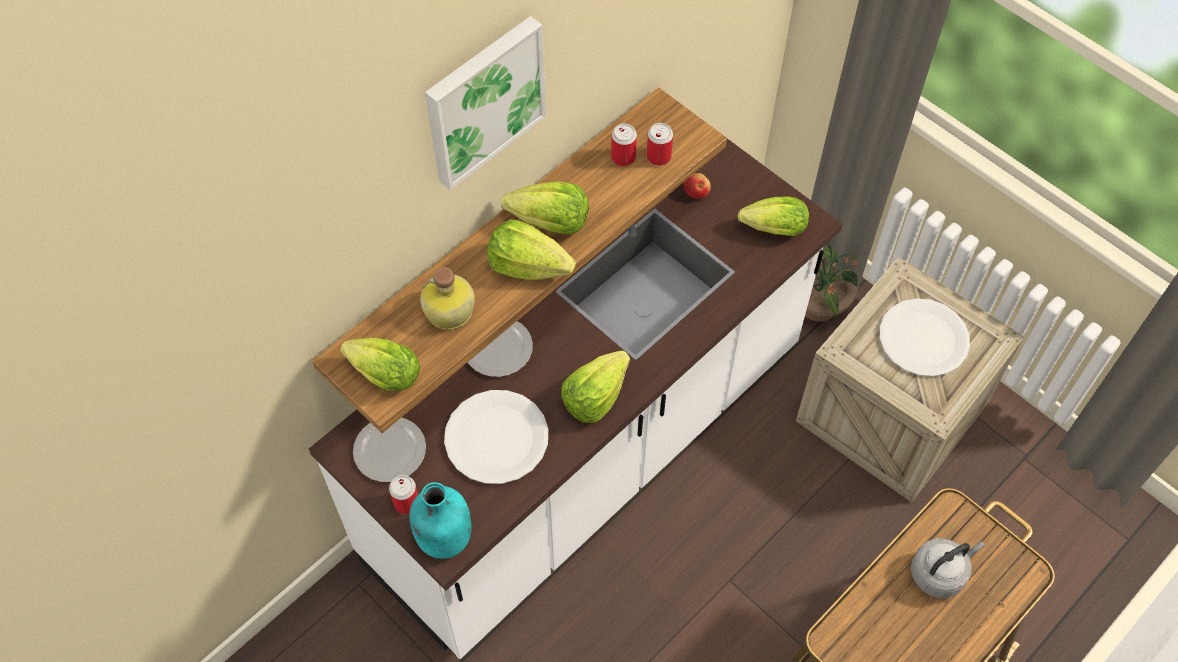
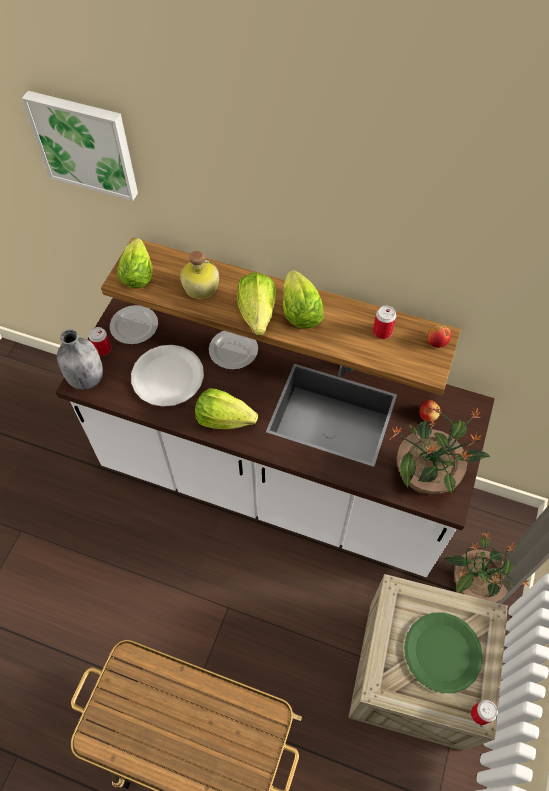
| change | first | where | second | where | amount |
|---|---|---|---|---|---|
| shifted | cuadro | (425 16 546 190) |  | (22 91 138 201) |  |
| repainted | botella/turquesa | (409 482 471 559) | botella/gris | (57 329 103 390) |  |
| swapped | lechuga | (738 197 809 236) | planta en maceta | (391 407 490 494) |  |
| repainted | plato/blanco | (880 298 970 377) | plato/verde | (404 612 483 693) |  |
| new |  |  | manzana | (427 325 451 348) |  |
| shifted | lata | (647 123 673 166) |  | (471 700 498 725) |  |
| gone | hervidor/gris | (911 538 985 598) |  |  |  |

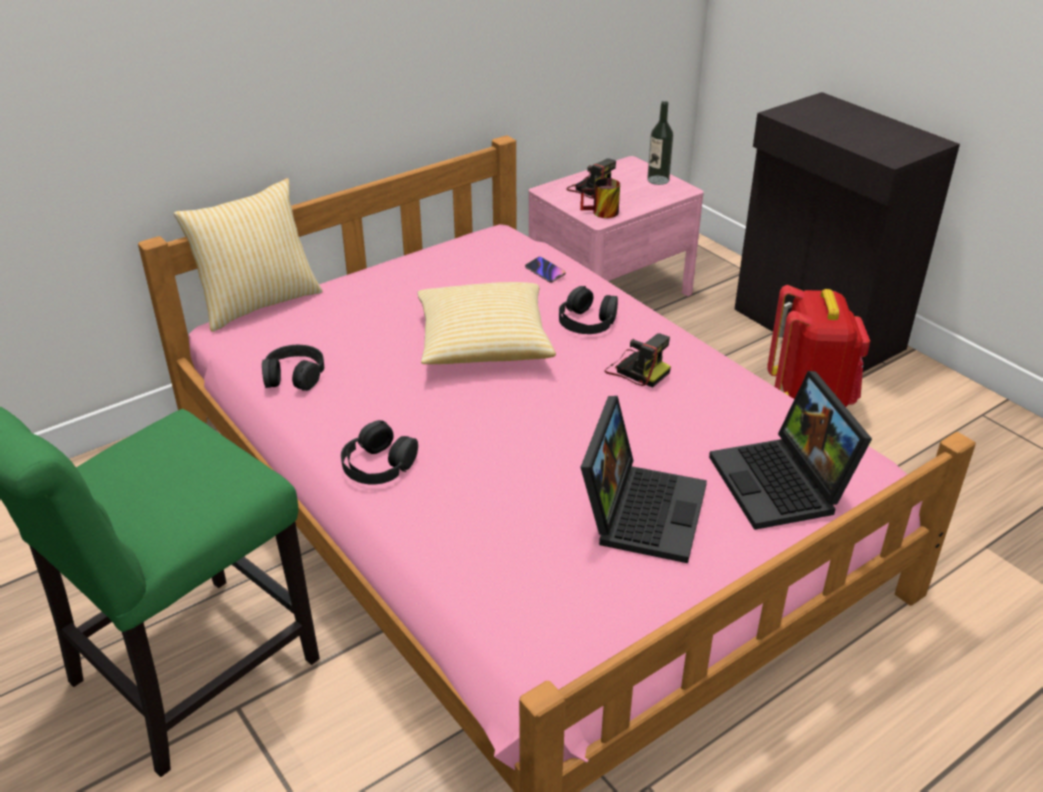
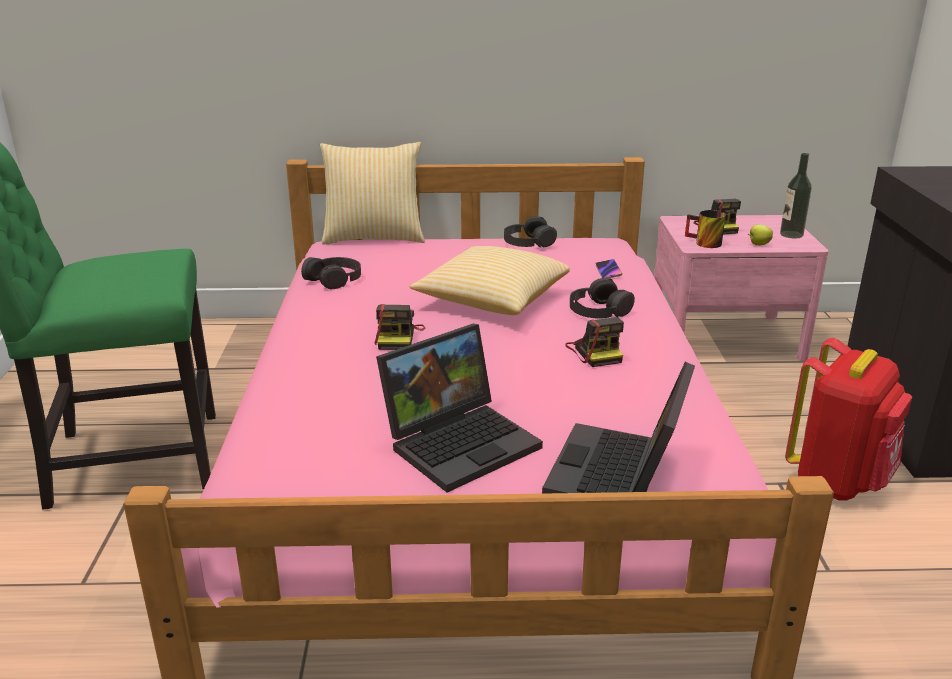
| change | first | where | second | where | amount |
|---|---|---|---|---|---|
| new |  |  | cámara | (375 304 425 350) |  |
| shifted | auriculares/negro | (341 420 418 485) |  | (504 216 557 248) |  |
| new |  |  | manzana | (748 224 773 246) |  |

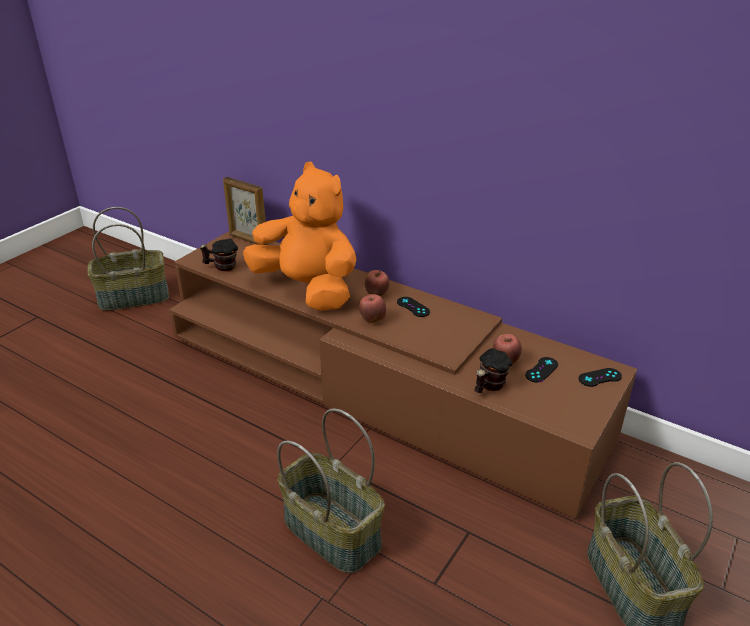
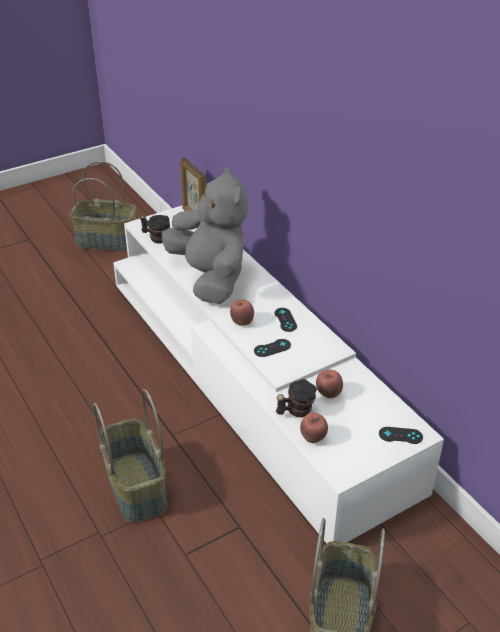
| change | first | where | second | where | amount |
|---|---|---|---|---|---|
| repainted | mueble de televisión/marrón | (169 231 637 519) | mueble de televisión/blanco | (113 206 444 543) |  |
| repainted | peluche/naranja | (243 162 356 311) | peluche/gris | (162 167 248 304) |  |
| shifted | mando de consola/negro | (525 357 558 383) |  | (254 339 291 357) |  |
| shifted | manzana | (365 270 389 297) |  | (300 413 328 443) |  |

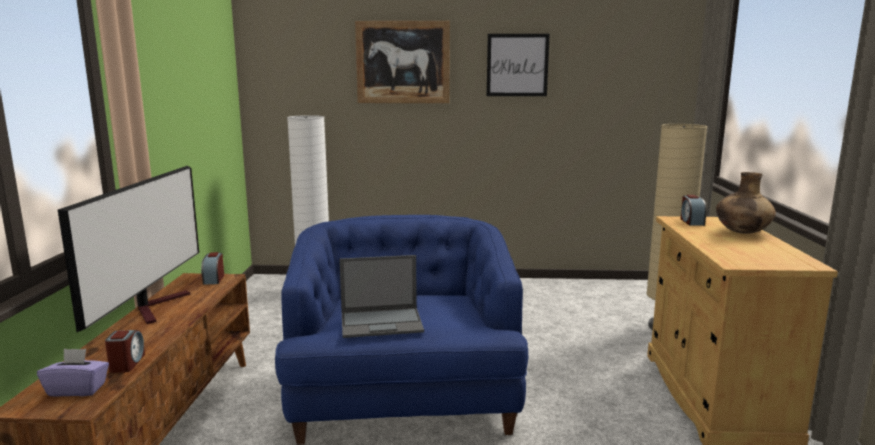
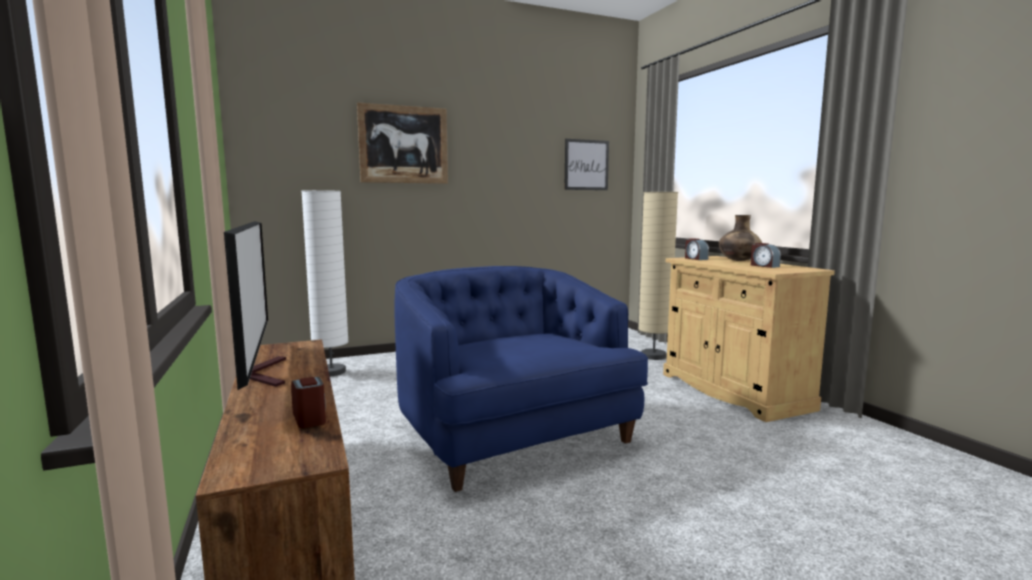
| change | first | where | second | where | amount |
|---|---|---|---|---|---|
| shifted | cuadro | (486 34 550 96) |  | (564 139 609 190) |  |
| shifted | despertador | (201 252 224 285) |  | (751 243 781 268) |  |
| gone | caja de pañuelos/morado | (37 349 109 397) |  |  |  |
| gone | portátil | (339 255 424 338) |  |  |  |

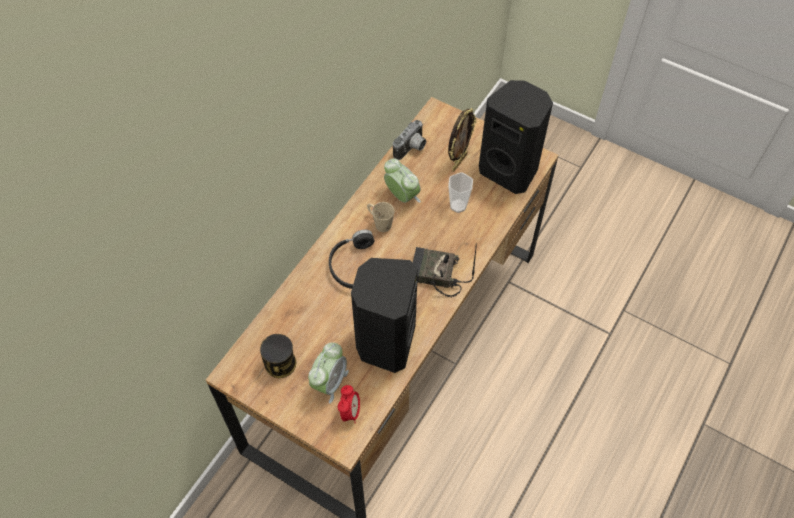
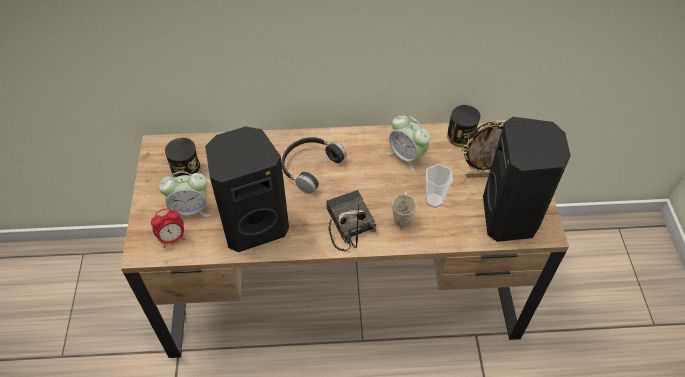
| change | first | where | second | where | amount |
|---|---|---|---|---|---|
| rotated | despertador | (384 158 421 203) |  | (387 116 431 172) | 120 degrees clockwise |
| shifted | taza grande/beis | (367 202 394 232) |  | (392 192 417 228) |  |
| swapped | cámara | (393 120 426 160) | lata | (447 105 481 147) |  |

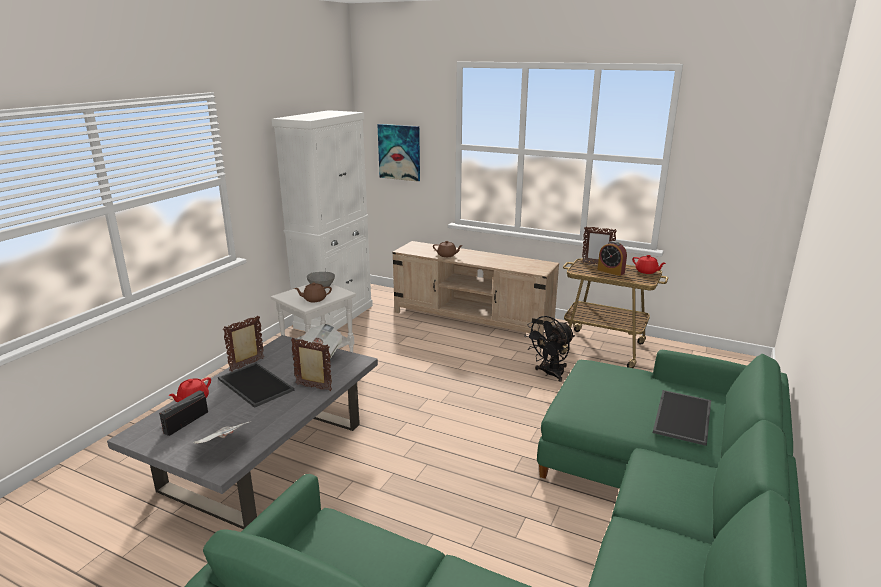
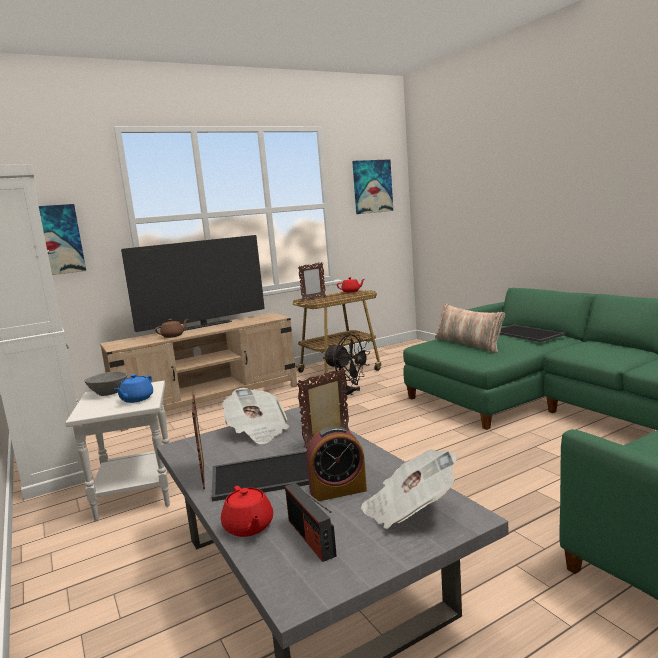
| change | first | where | second | where | amount |
|---|---|---|---|---|---|
| repainted | tetera/marrón | (294 282 332 302) | tetera/azul | (115 374 153 403) |  |
| new |  |  | televisor | (121 235 265 332) |  |
| shifted | despertador | (598 241 627 276) |  | (306 426 367 502) |  |
| rotated | ventilador/negro | (524 316 575 382) |  | (323 334 370 395) | 45 degrees counterclockwise |
| new |  |  | cuadro | (352 159 393 214) |  |
| new |  |  | cojín | (435 303 505 353) |  |

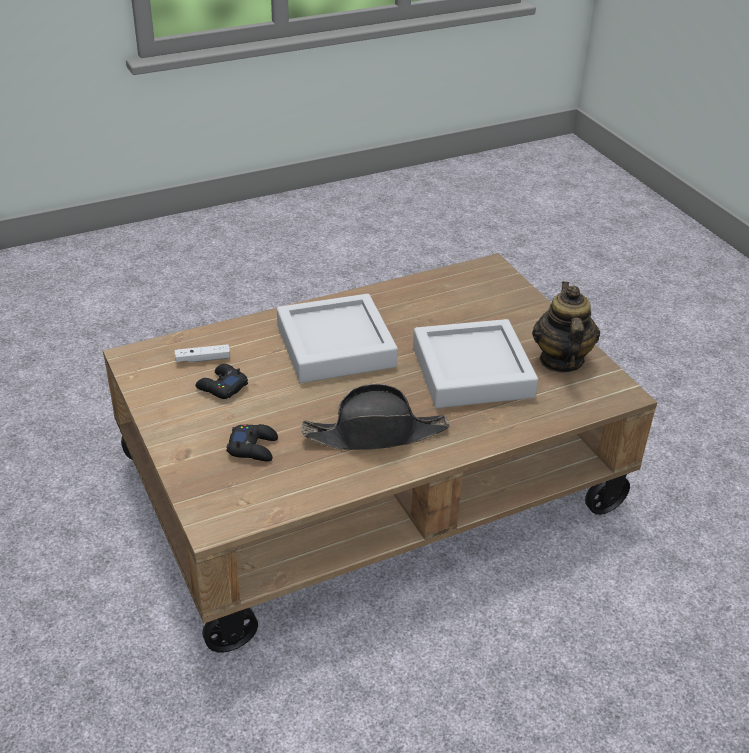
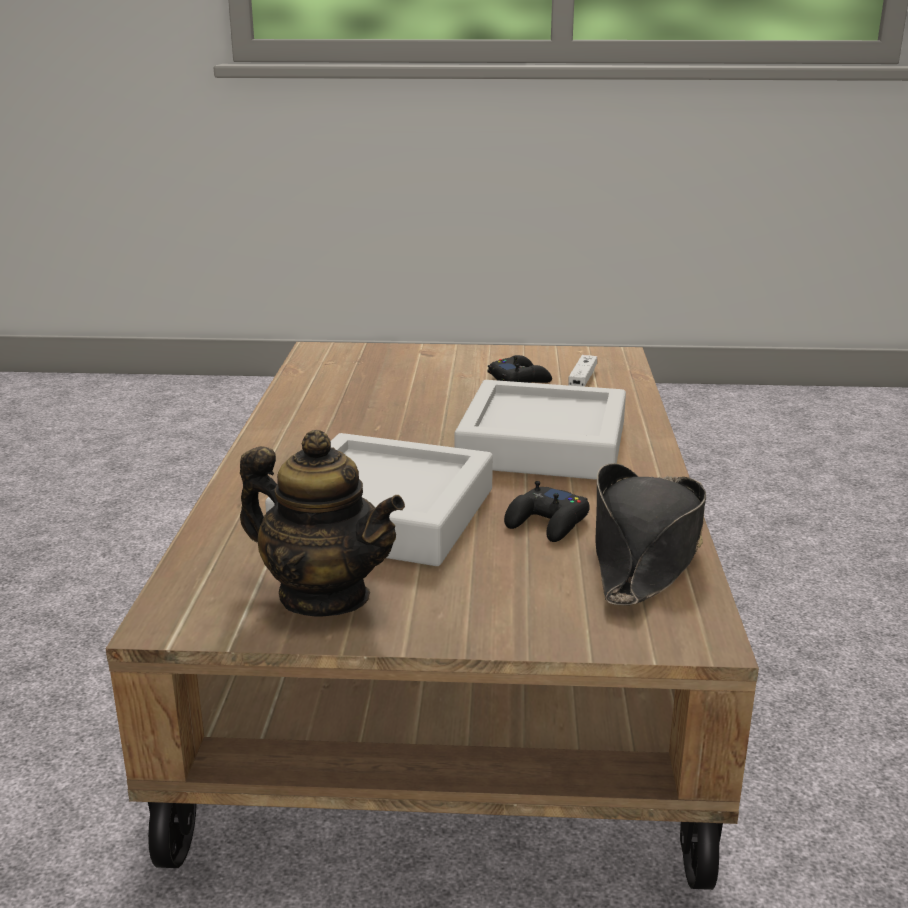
| change | first | where | second | where | amount |
|---|---|---|---|---|---|
| shifted | mando de consola/negro | (226 424 278 462) |  | (504 481 590 542) |  |
| shifted | sombrero/negro | (301 384 450 450) |  | (595 463 706 605) |  |

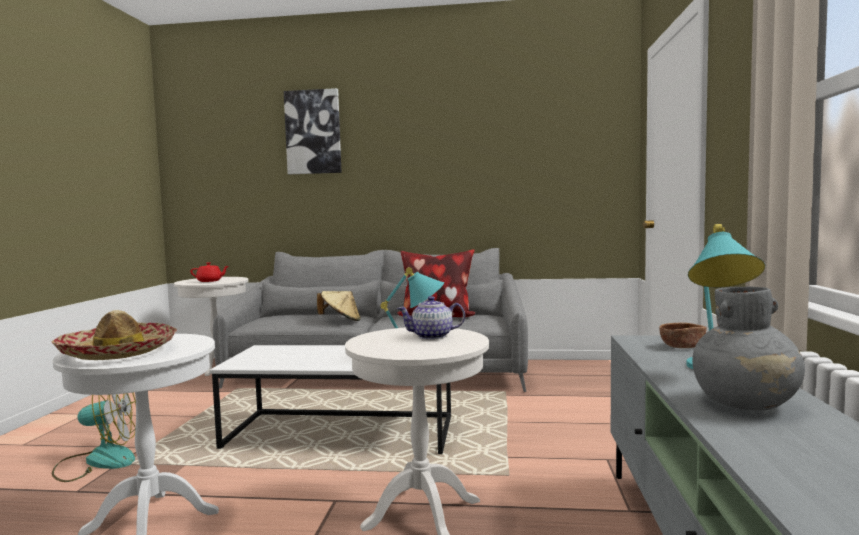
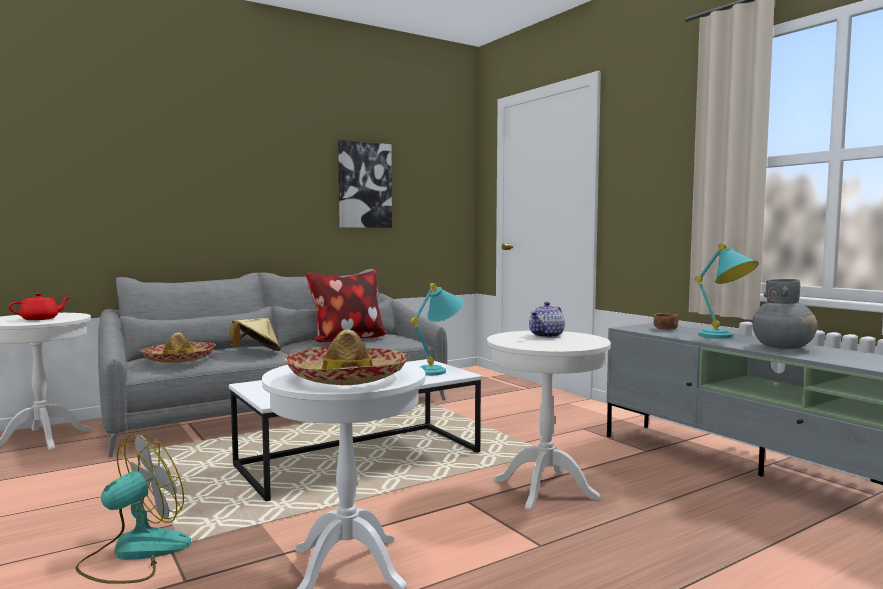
| change | first | where | second | where | amount |
|---|---|---|---|---|---|
| new |  |  | sombrero | (140 332 216 363) |  |
| shifted | cuadro | (284 88 342 174) |  | (338 140 392 228) |  |

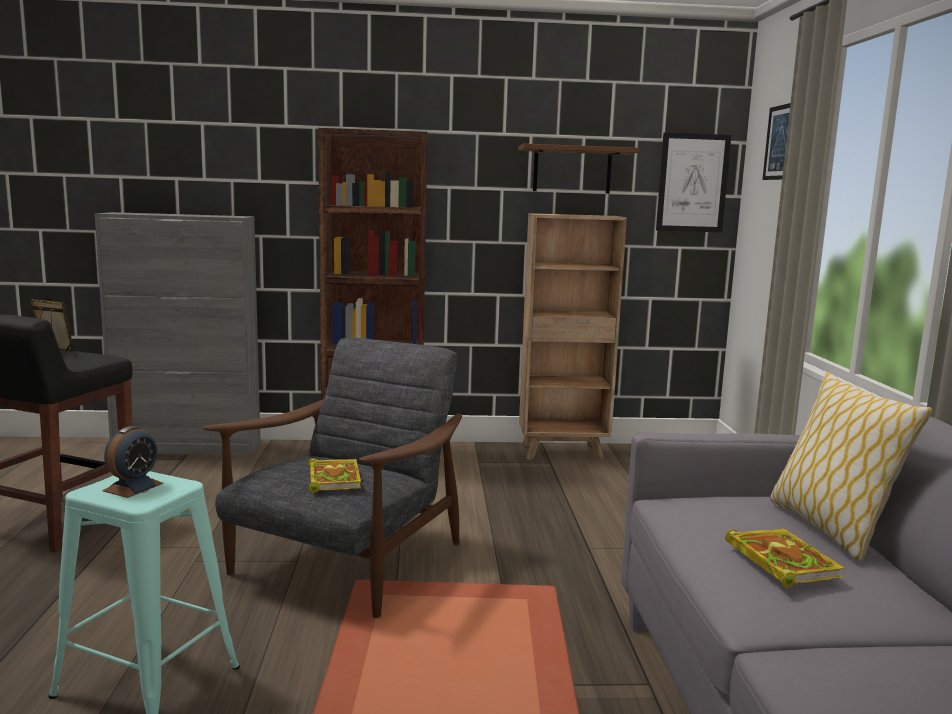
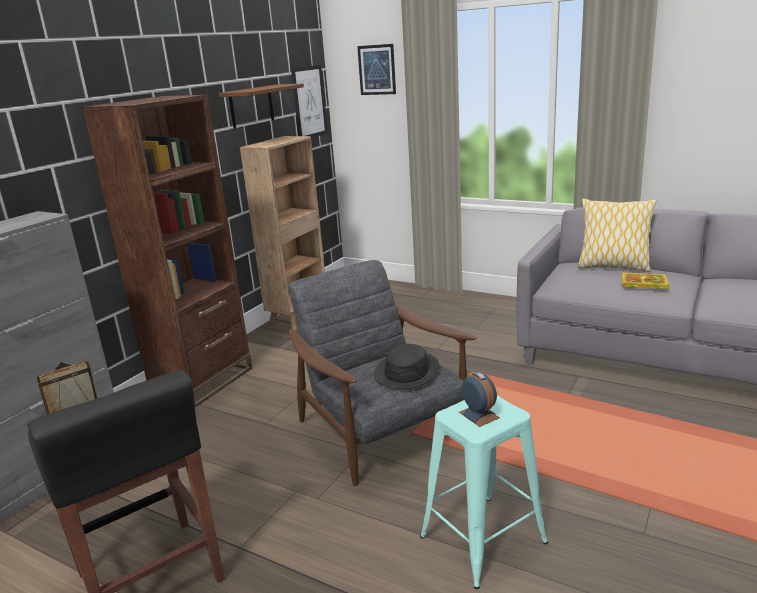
| change | first | where | second | where | amount |
|---|---|---|---|---|---|
| swapped | libro | (308 458 361 493) | sombrero/negro | (374 344 440 389) |  |

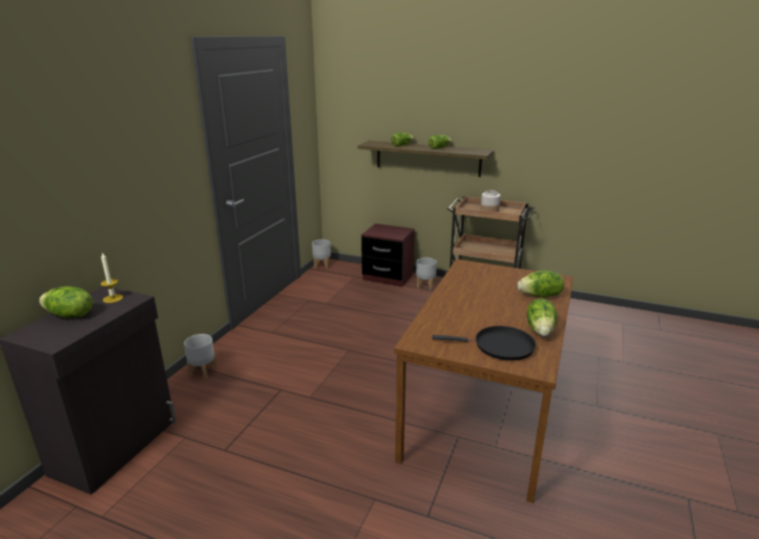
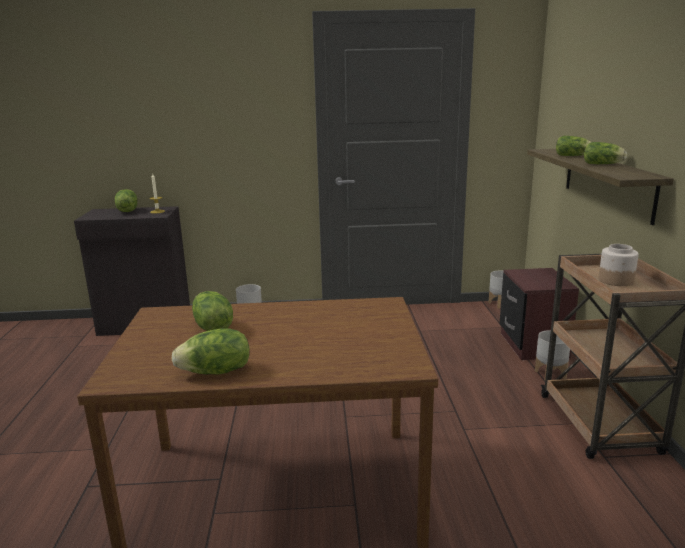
| change | first | where | second | where | amount |
|---|---|---|---|---|---|
| shifted | lechuga | (517 270 564 298) |  | (192 291 233 331) |  |
| gone | sartén/negro | (432 326 536 361) |  |  |  |

